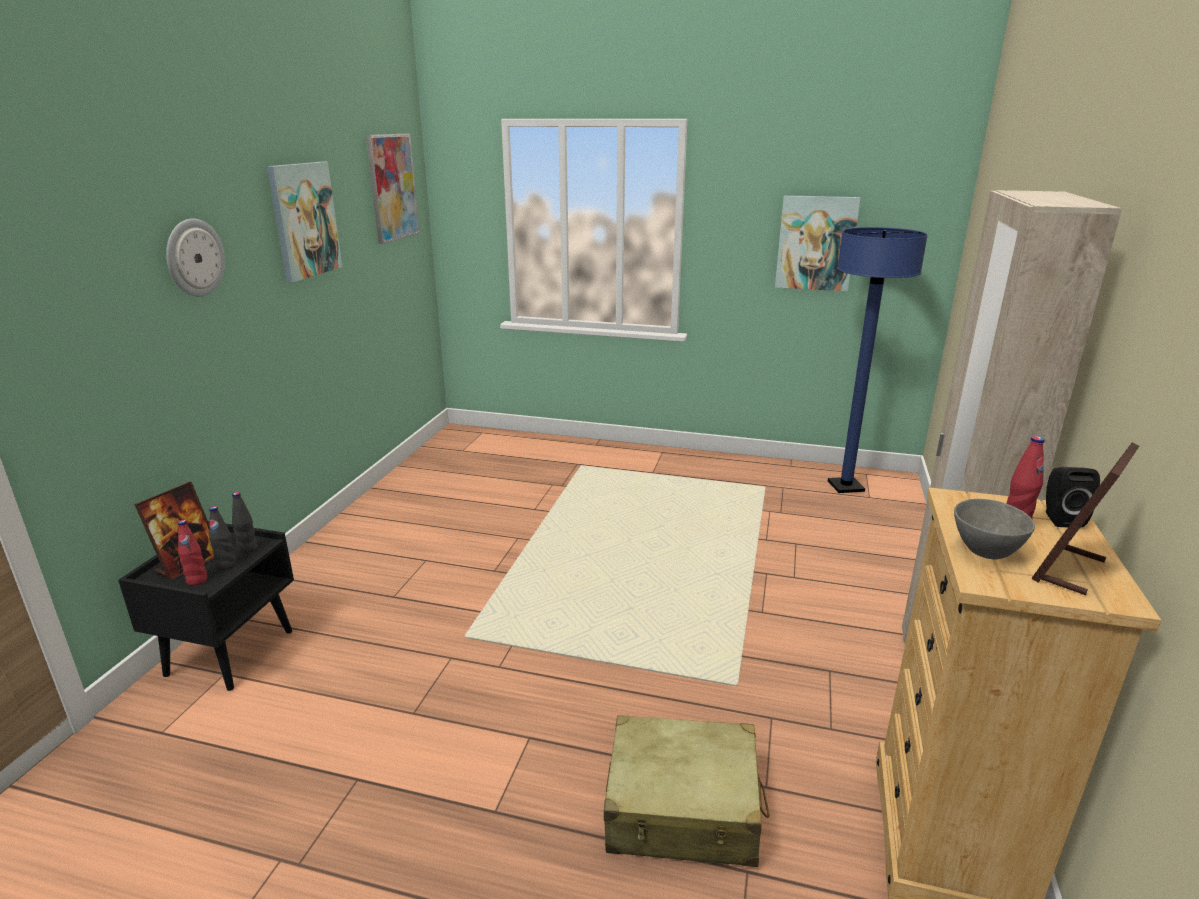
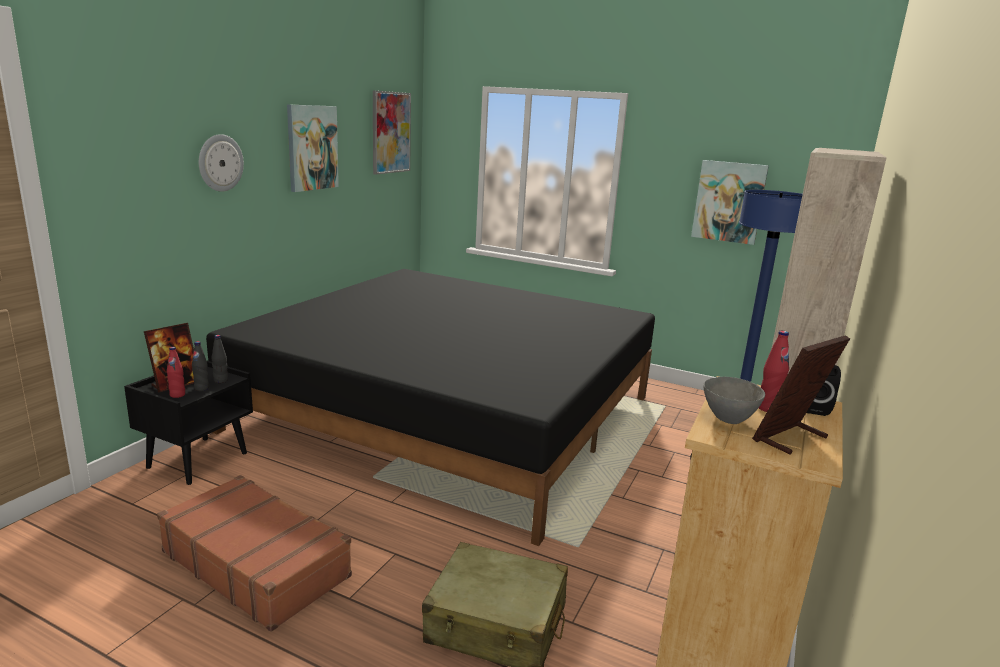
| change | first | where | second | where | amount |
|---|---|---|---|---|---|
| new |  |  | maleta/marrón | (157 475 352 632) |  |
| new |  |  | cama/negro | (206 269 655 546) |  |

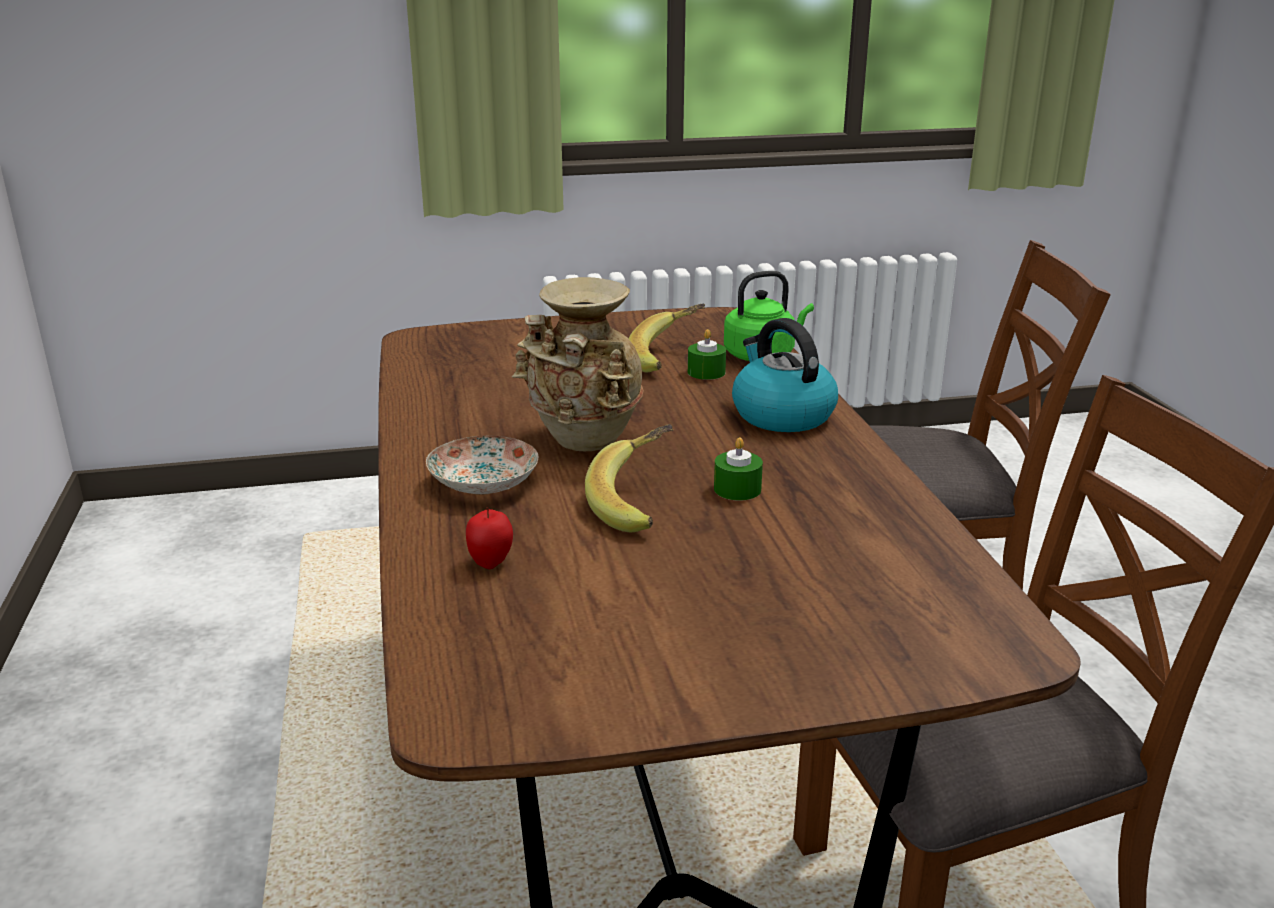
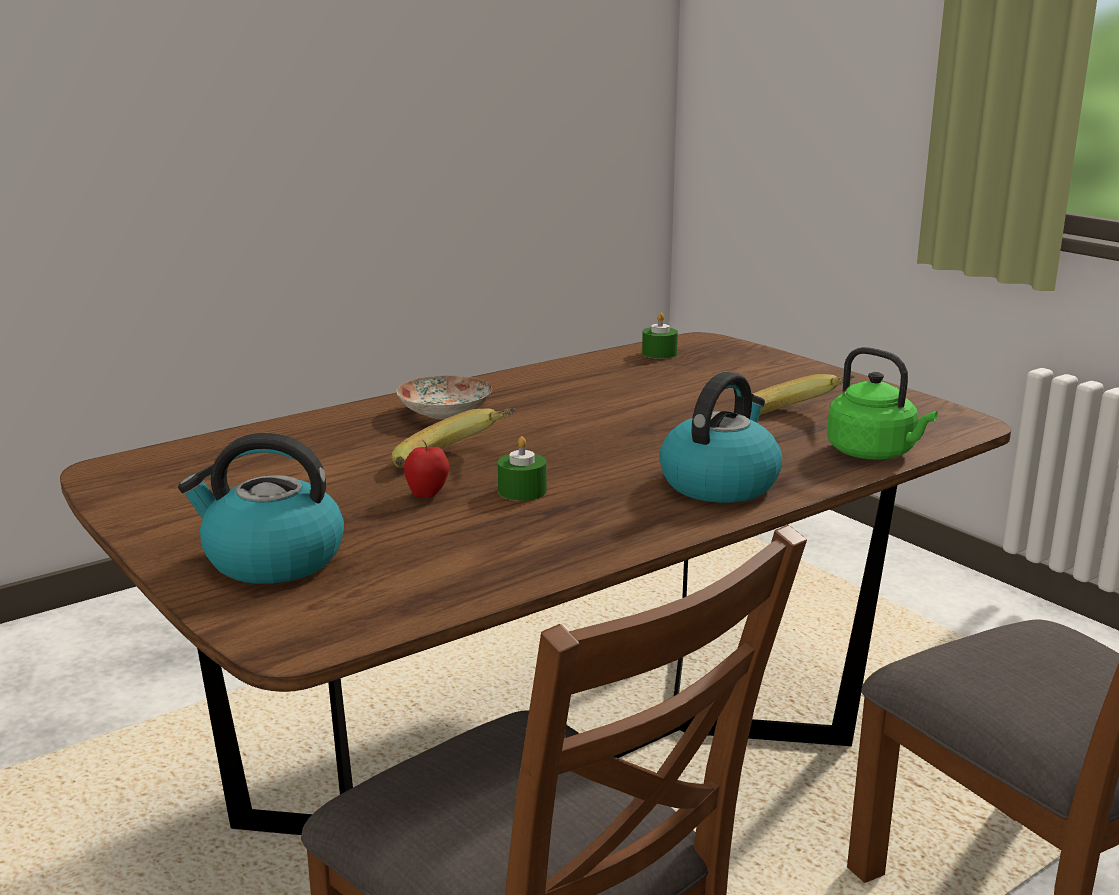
| change | first | where | second | where | amount |
|---|---|---|---|---|---|
| new |  |  | hervidor | (178 433 344 584) |  |
| shifted | manzana | (466 508 513 569) |  | (404 440 450 497) |  |
| shifted | vela/verde | (688 329 726 380) |  | (642 313 678 359) |  |
| gone | florero/beis | (512 277 644 451) |  |  |  |

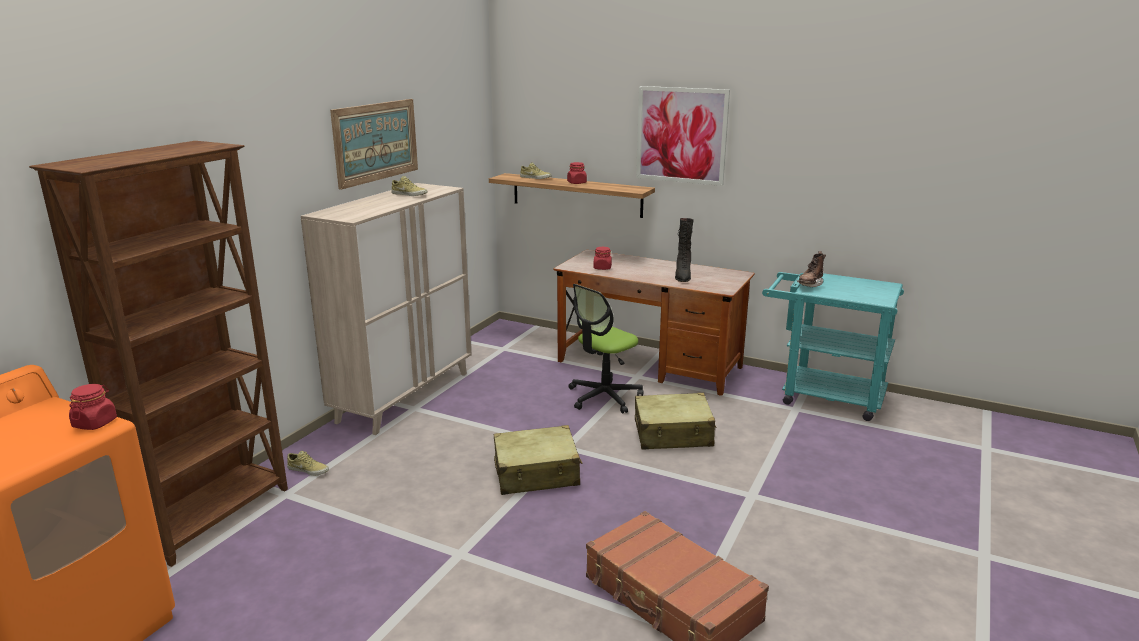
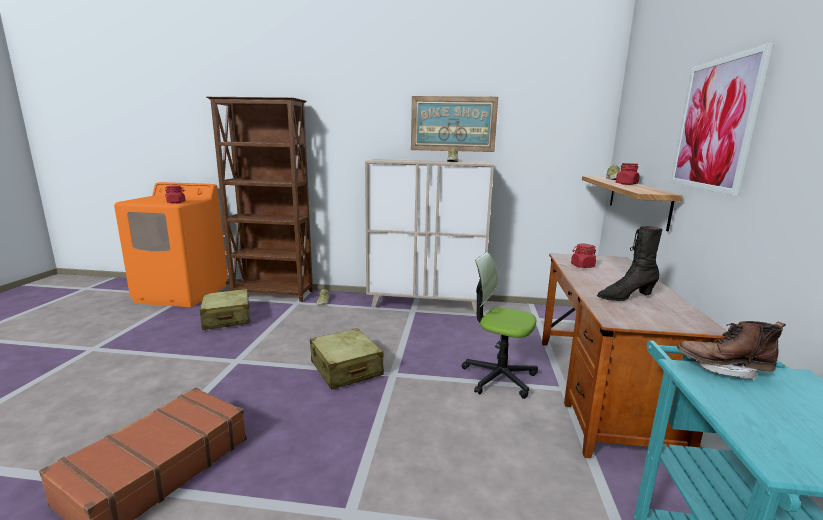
| change | first | where | second | where | amount |
|---|---|---|---|---|---|
| shifted | maleta/beis | (635 393 717 450) |  | (200 289 250 330) |  |

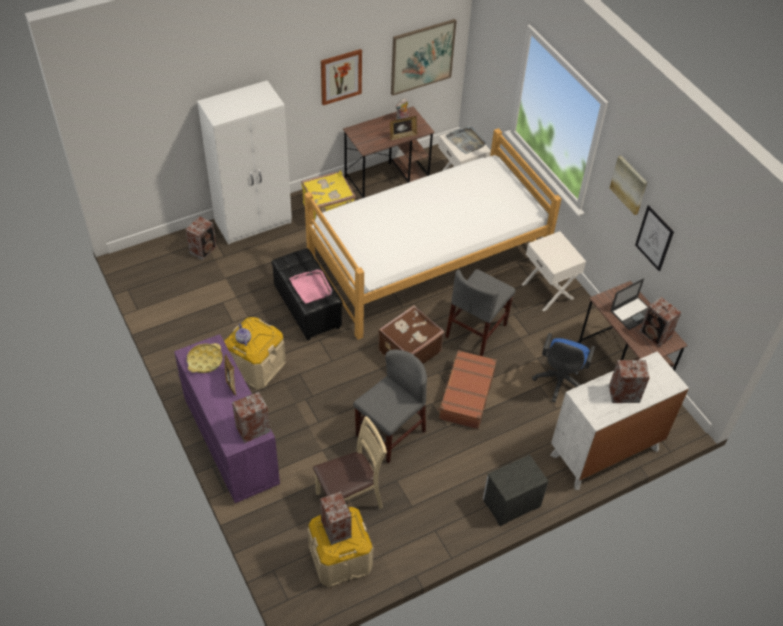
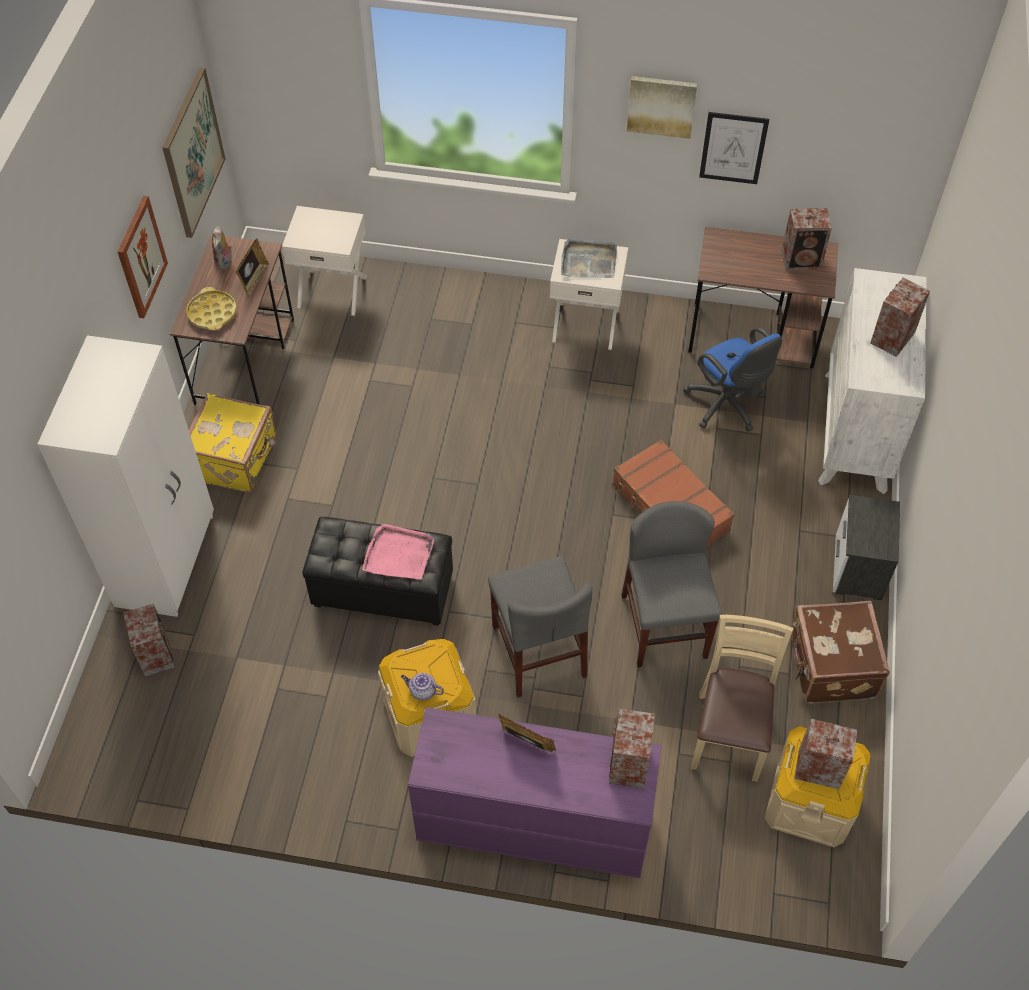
| change | first | where | second | where | amount |
|---|---|---|---|---|---|
| shifted | bandeja/amarillo | (187 343 223 373) |  | (186 287 237 331) |  |
| shifted | silla/gris | (445 269 515 356) |  | (488 556 592 697) |  |
| shifted | bandeja/gris | (445 126 486 154) |  | (561 239 617 278) |  |
| shifted | maleta/marrón | (378 305 444 364) |  | (790 601 890 704) |  |
| gone | cama | (304 128 561 340) |  |  |  |
| gone | portátil | (610 278 648 330) |  |  |  |

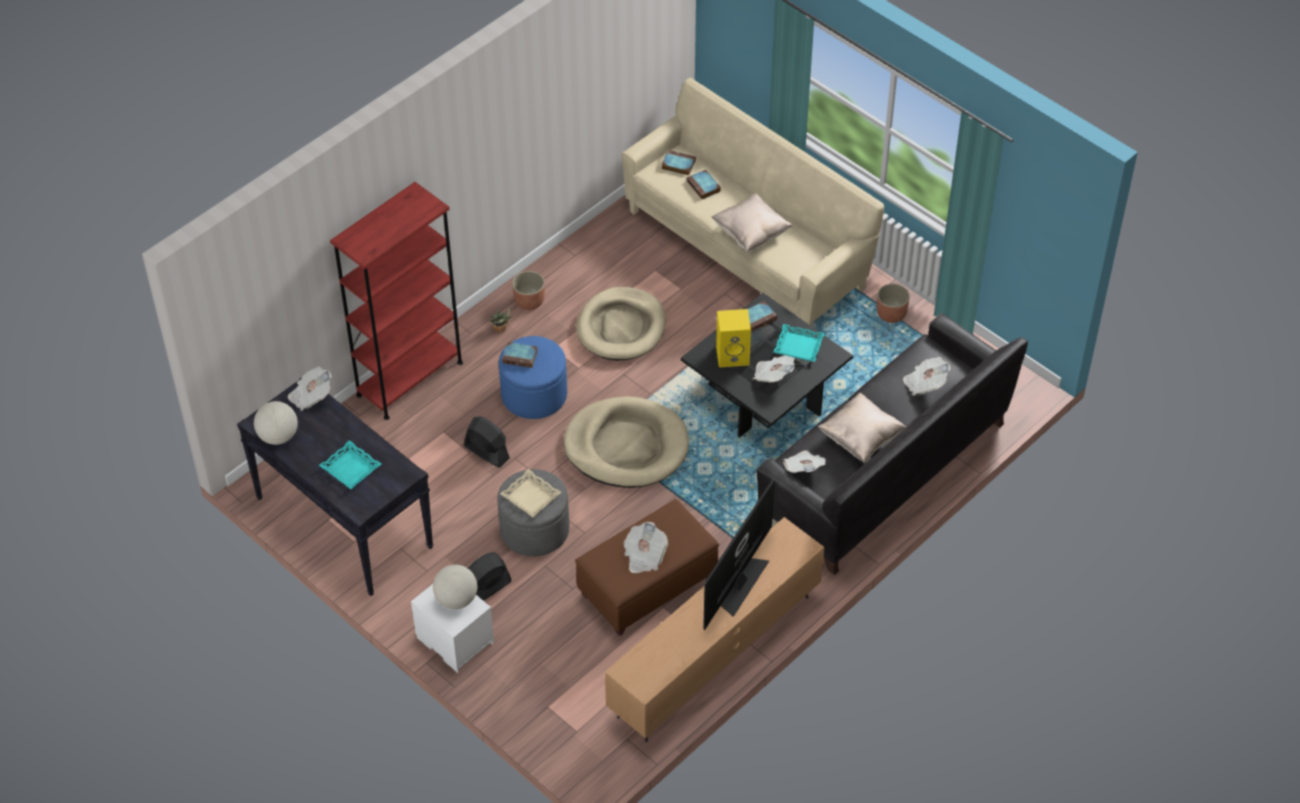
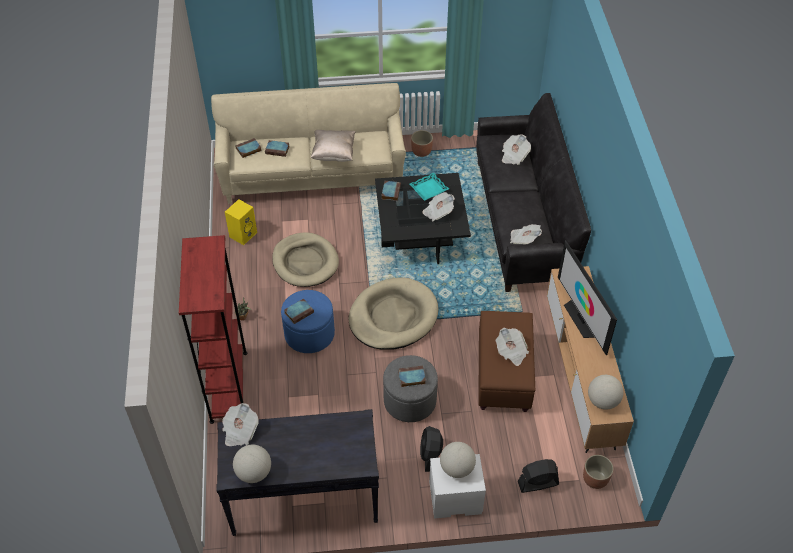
| change | first | where | second | where | amount |
|---|---|---|---|---|---|
| shifted | altavoz/amarillo | (716 309 751 367) |  | (225 199 257 245) |  |
| swapped | bandeja/beis | (500 469 561 517) | libro | (398 366 426 387) |  |
| shifted | ventilador/negro | (464 416 510 468) |  | (518 459 559 493) |  |
| shifted | maceta | (512 271 545 310) |  | (583 455 614 489) |  |
| new |  |  | globo terráqueo | (588 375 624 410) |  |
| gone | bandeja/turquesa | (319 440 381 489) |  |  |  |
| gone | cojín/beis | (818 393 906 462) |  |  |  |

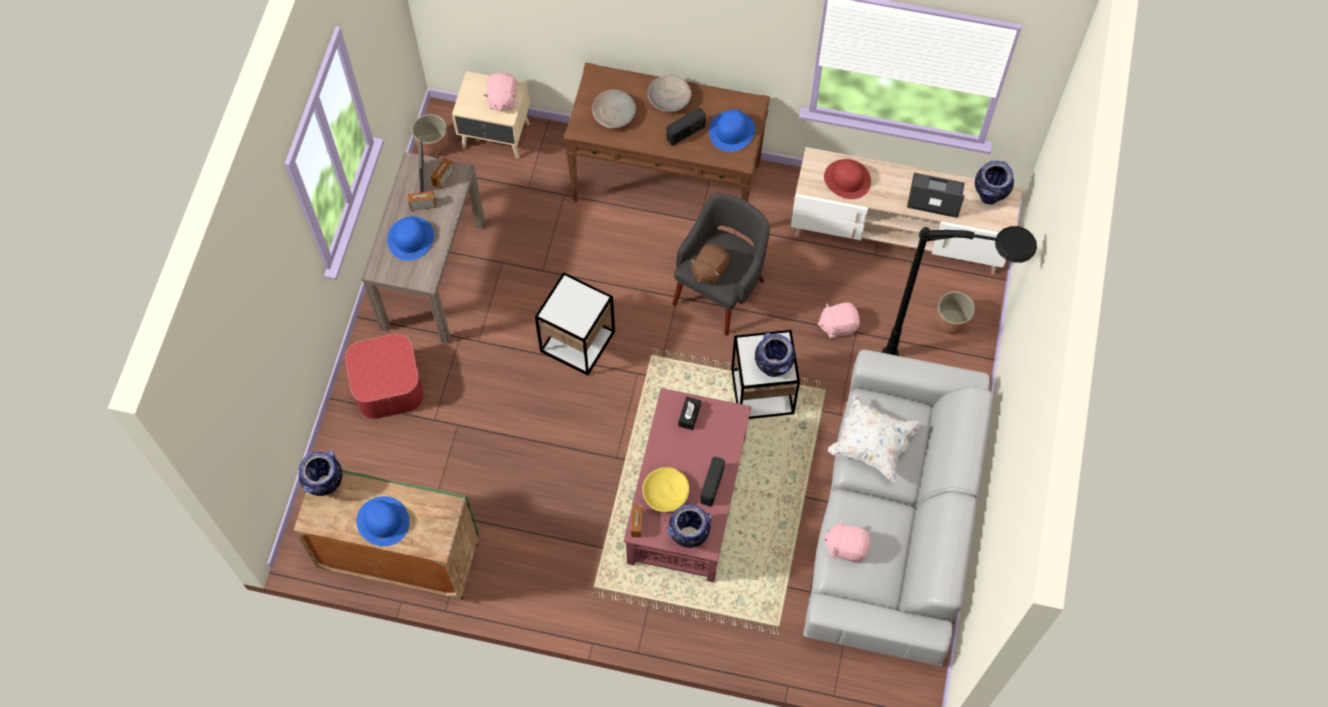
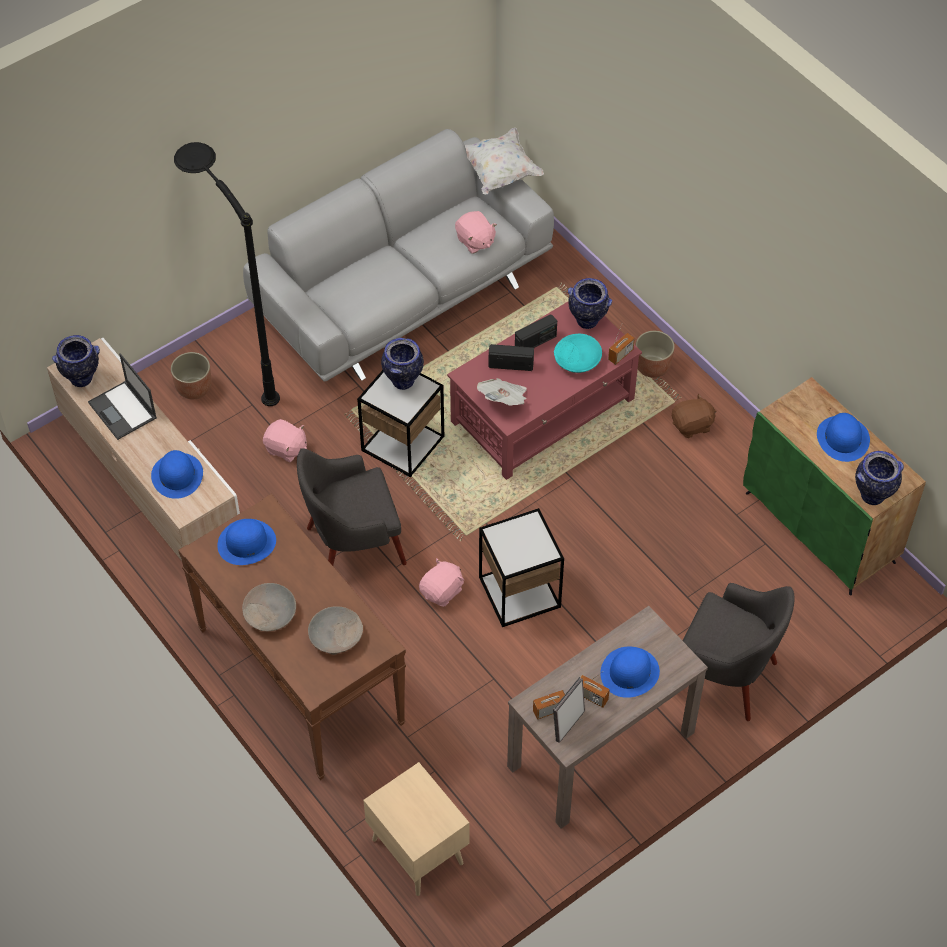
| change | first | where | second | where | amount |
|---|---|---|---|---|---|
| repainted | sombrero/rojo | (824 159 871 199) | sombrero/azul | (151 450 203 499) |  |
| shifted | peluche/rosa | (484 73 517 111) |  | (419 558 464 607) |  |
| shifted | cojín/blanco | (828 394 921 482) |  | (465 128 544 194) |  |
| swapped | caja de pañuelos/negro | (678 397 701 430) | periódico | (477 378 527 406) |  |
| shifted | radio | (667 108 706 146) |  | (489 344 534 371) |  |
| repainted | cuenco/amarillo | (642 467 689 512) | cuenco/turquesa | (554 334 602 373) |  |
| shifted | maceta | (412 114 448 156) |  | (636 331 675 378) |  |
| shifted | peluche/marrón | (690 243 730 285) |  | (672 394 716 438) |  |
| swapped | puf | (345 334 424 419) | sillón/gris | (682 583 795 721) |  |

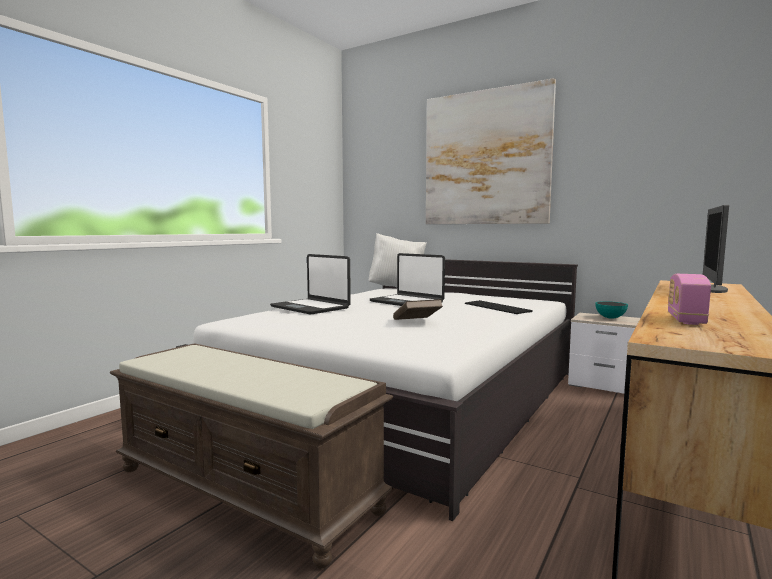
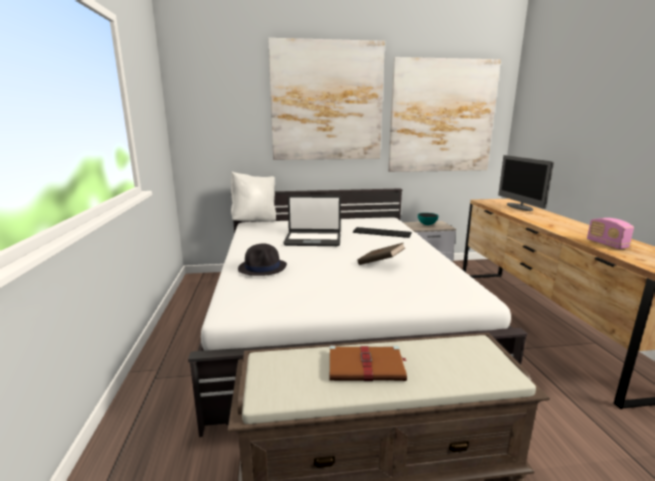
| change | first | where | second | where | amount |
|---|---|---|---|---|---|
| swapped | portátil | (270 254 351 315) | sombrero/negro | (238 243 287 276) |  |
| new |  |  | libro/marrón | (330 345 407 381) |  |
| new |  |  | cuadro | (388 57 501 172) |  |

